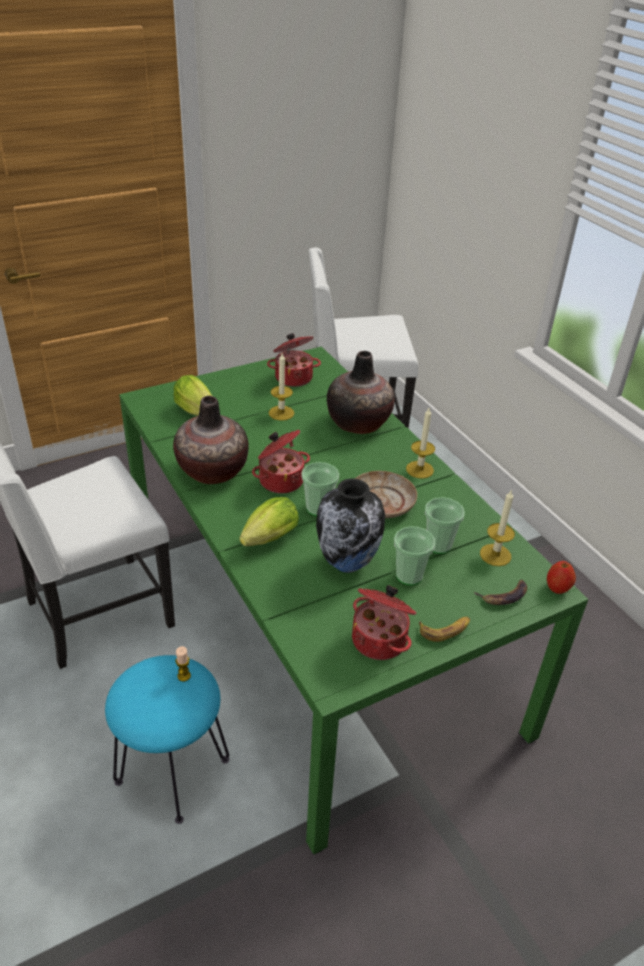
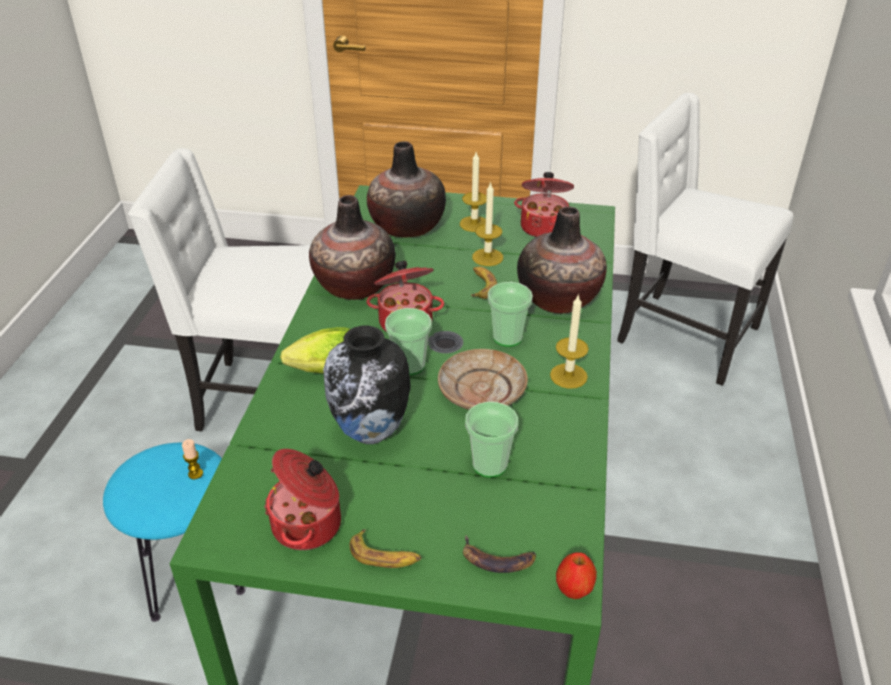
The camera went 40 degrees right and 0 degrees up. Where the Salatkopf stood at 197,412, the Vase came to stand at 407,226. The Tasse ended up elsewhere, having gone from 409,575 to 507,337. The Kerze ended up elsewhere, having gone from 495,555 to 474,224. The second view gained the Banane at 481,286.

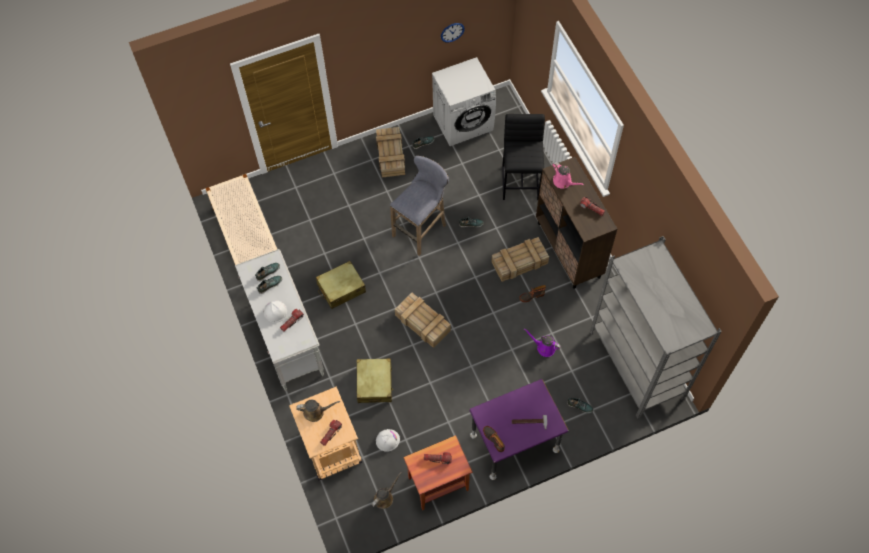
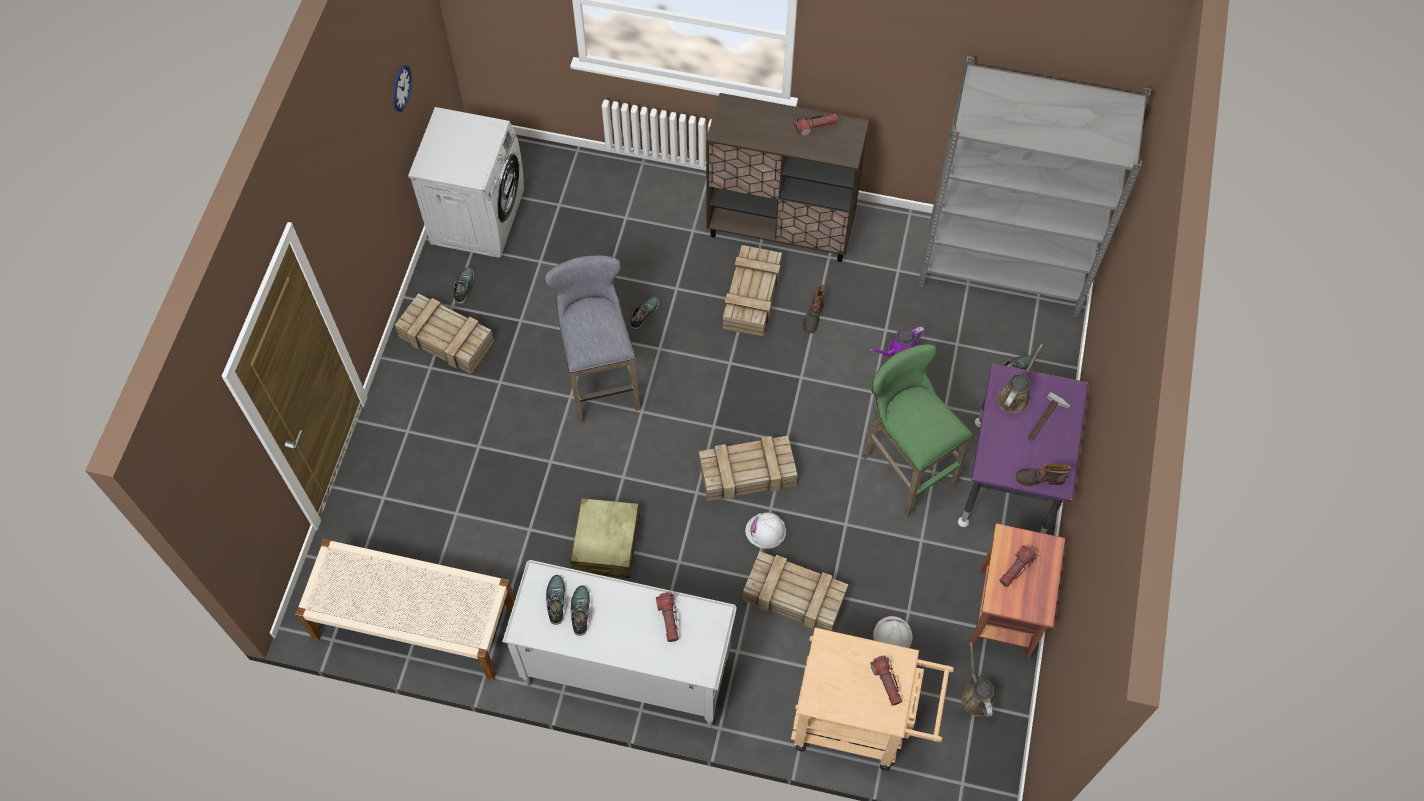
The camera went 55 degrees left and 0 degrees up. The Schutzhelm (weiß) ended up elsewhere, having gone from 275,311 to 765,531. The Gießkanne (braun) ended up elsewhere, having gone from 316,412 to 1014,396. Where the Koffer (beige) stood at 374,383, the Kiste came to stand at 792,596. The second view lost the Hocker (schwarz) at 520,181. The second view lost the Gießkanne (rosa) at 563,182. The second view gained the Hocker (grün) at 904,466.

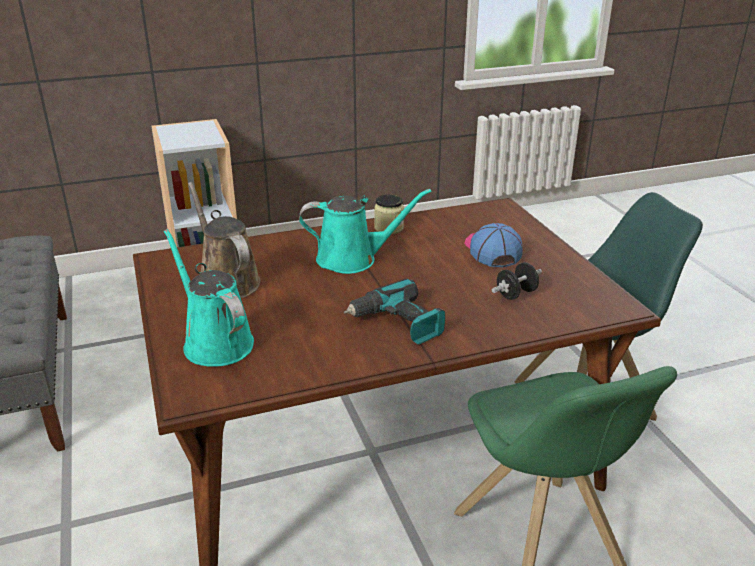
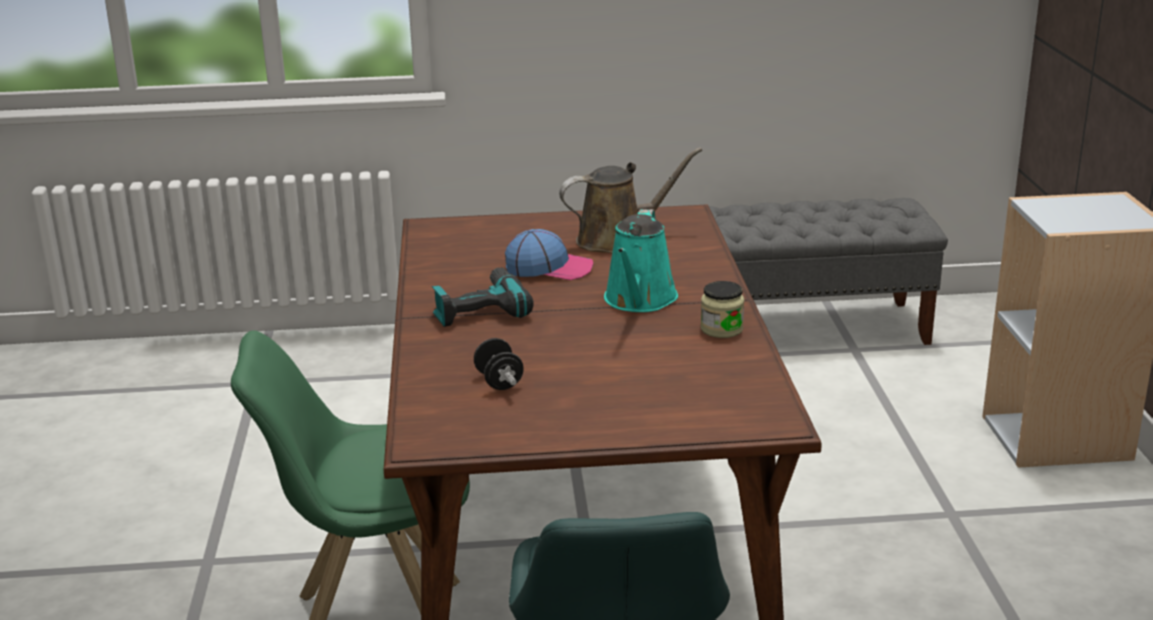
The camera went 105 degrees right and 5 degrees down. The second view lost the Gießkanne (türkis) at 215,342. The Kappe ended up elsewhere, having gone from 491,250 to 549,268.

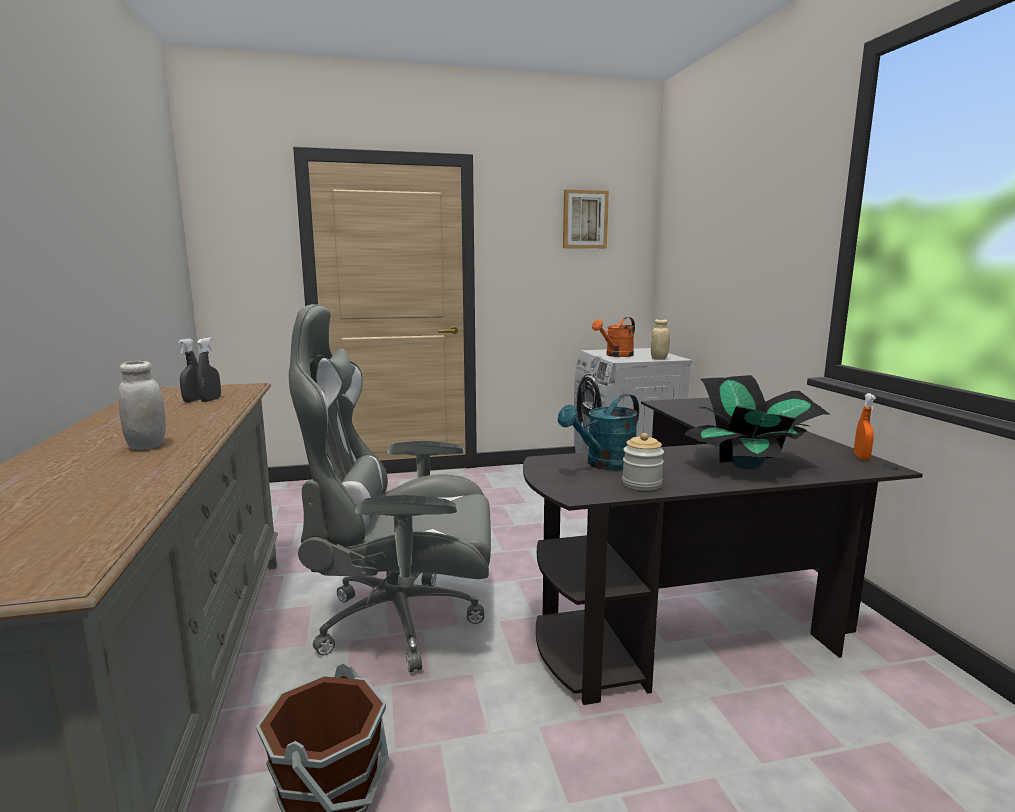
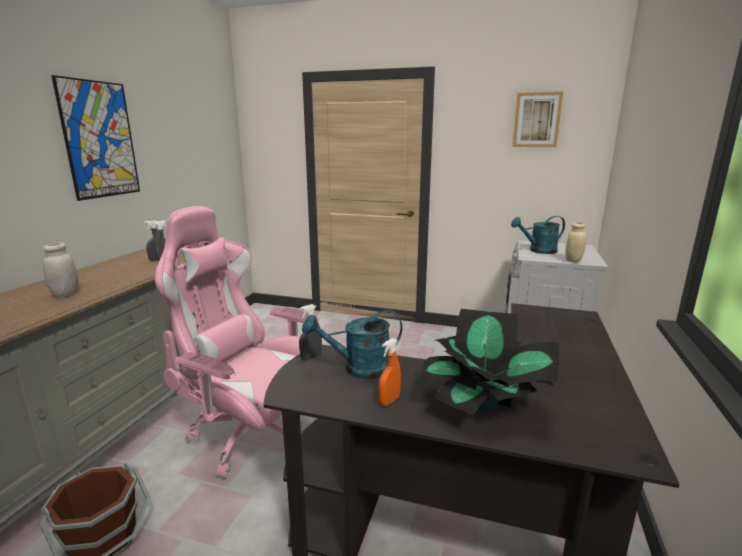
The camera went 30 degrees right and 5 degrees up. What was the Bürostuhl (grau) at 409,622 turned into the Bürostuhl (rosa) at 256,438. What was the Gießkanne (orange) at 616,355 turned into the Gießkanne (türkis) at 538,251. The second view lost the Vorratsglas at 641,484. The Sprühflasche (orange) ended up elsewhere, having gone from 861,457 to 389,401. The second view gained the Bild at 100,140. The second view gained the Sprühflasche (grau) at 311,357.

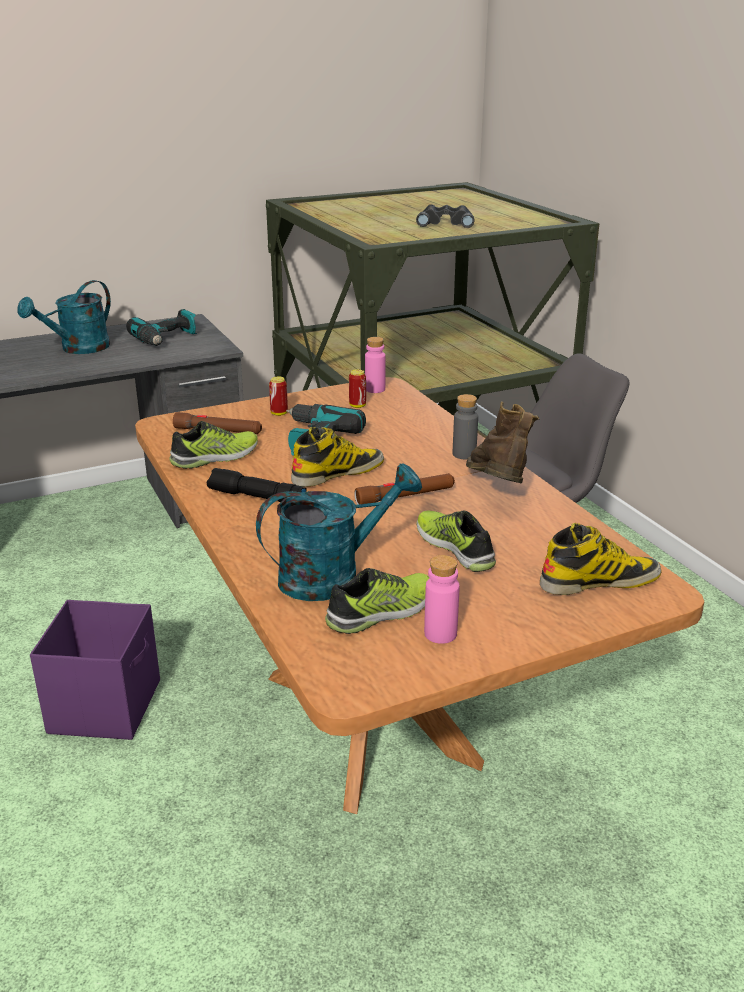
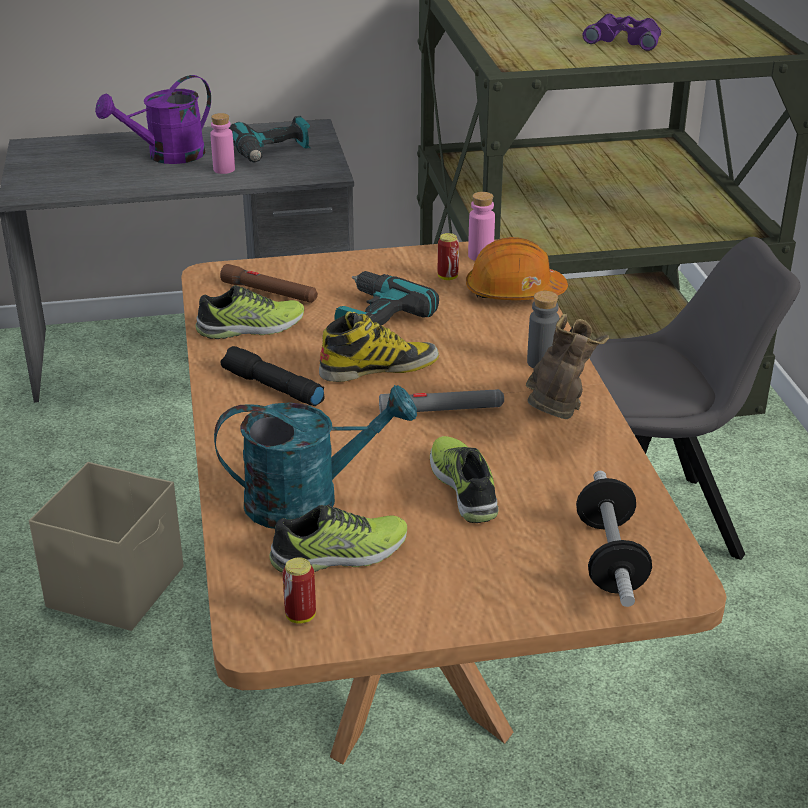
The camera went 15 degrees right and 5 degrees up. What was the Gießkanne (türkis) at 78,349 turned into the Gießkanne (lila) at 167,156. What was the Aufbewahrungsbox (lila) at 106,706 turned into the Aufbewahrungsbox (beige) at 118,587. The Dose ended up elsewhere, having gone from 279,413 to 300,616. What was the Taschenlampe (braun) at 405,496 turned into the Taschenlampe (grau) at 441,410. What was the Fernglas (schwarz) at 445,223 turned into the Fernglas (lila) at 624,40. The Flasche (rosa) ended up elsewhere, having gone from 440,634 to 224,169. Where the Stiefel stood at 599,581, the Hantel came to stand at 610,558. The second view gained the Schutzhelm (orange) at 514,292.

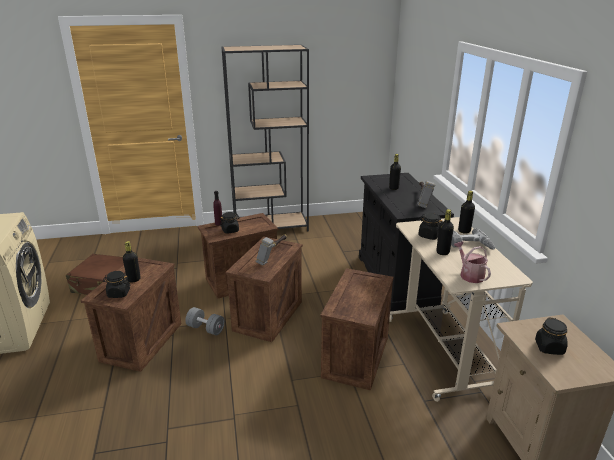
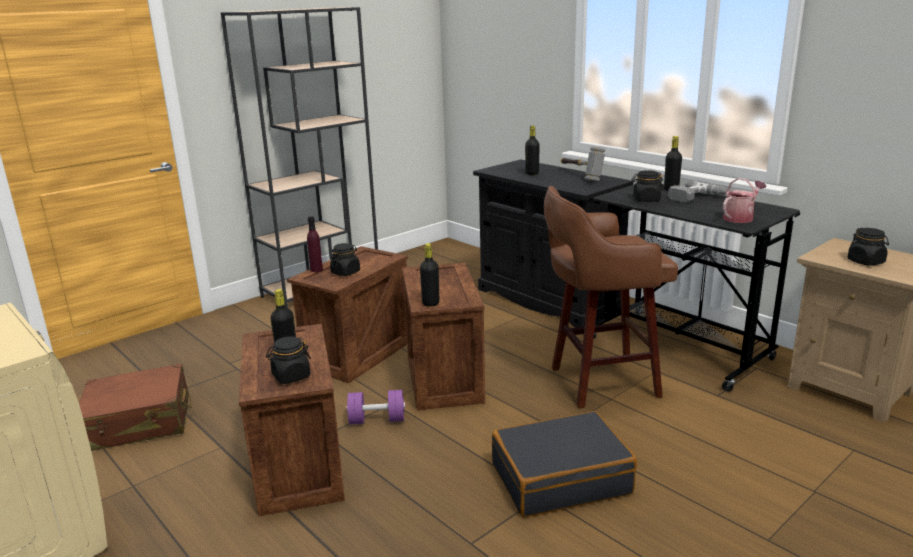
The camera went 30 degrees left and 5 degrees down. What was the Hantel (grau) at 206,329 turned into the Hantel (lila) at 377,420. The second view lost the Hammer at 273,254. Where the Kiste stood at 355,356, the Hocker (braun) came to stand at 599,383. What was the Schreibtisch (beige) at 442,352 turned into the Schreibtisch (schwarz) at 679,348. The Flasche (schwarz) ended up elsewhere, having gone from 442,252 to 430,303. The Gießkanne at 469,275 ended up facing another way, 105 degrees clockwise from before. The second view gained the Koffer (schwarz) at 560,478.

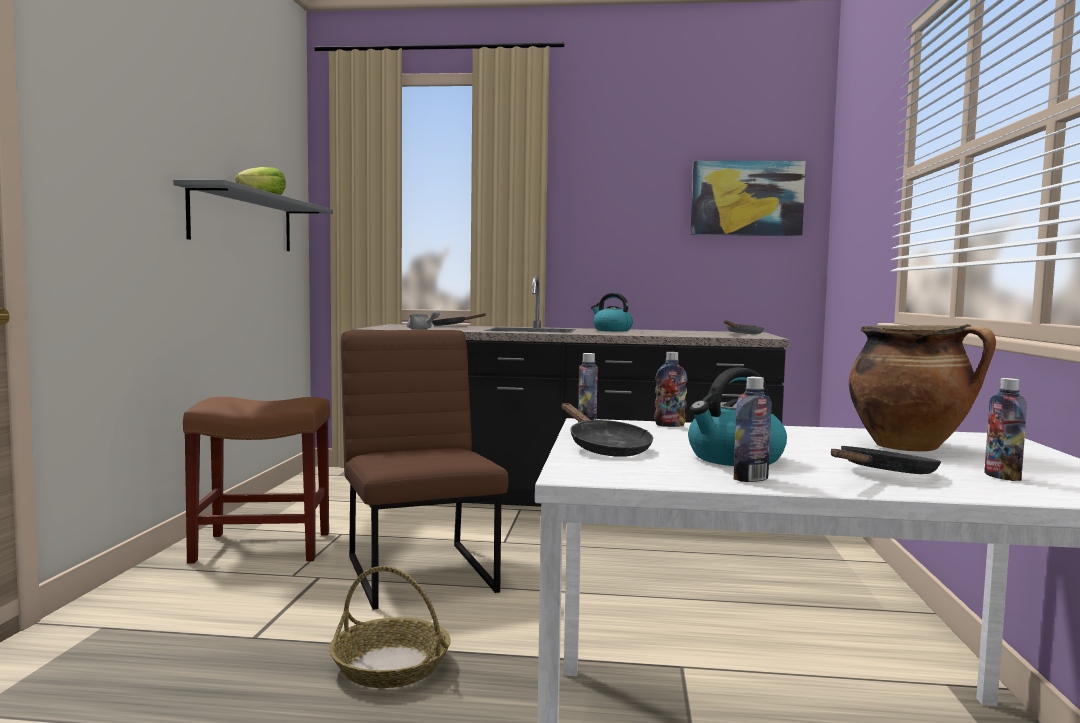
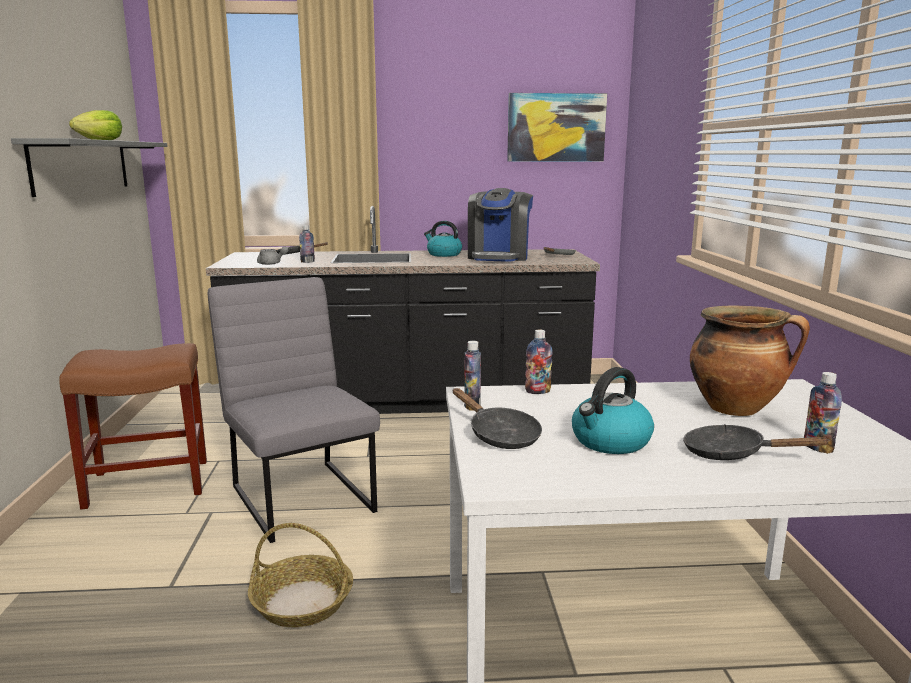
The camera went 10 degrees left and 10 degrees up. What was the Stuhl (braun) at 420,571 turned into the Stuhl (grau) at 302,496. The Flasche ended up elsewhere, having gone from 750,479 to 307,262. The Pfanne (schwarz) at 883,474 ended up facing another way, 105 degrees counterclockwise from before. The second view gained the Kaffeemaschine at 499,257.

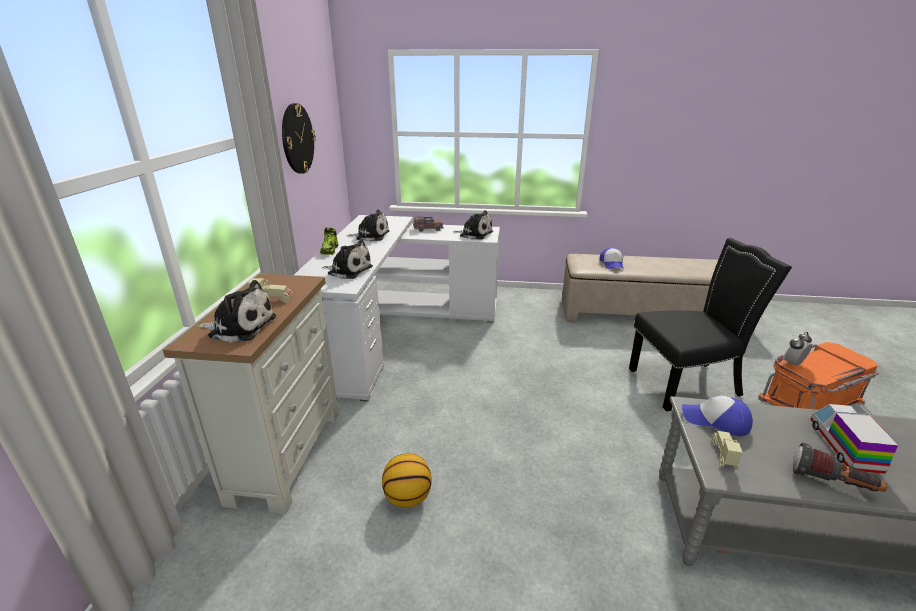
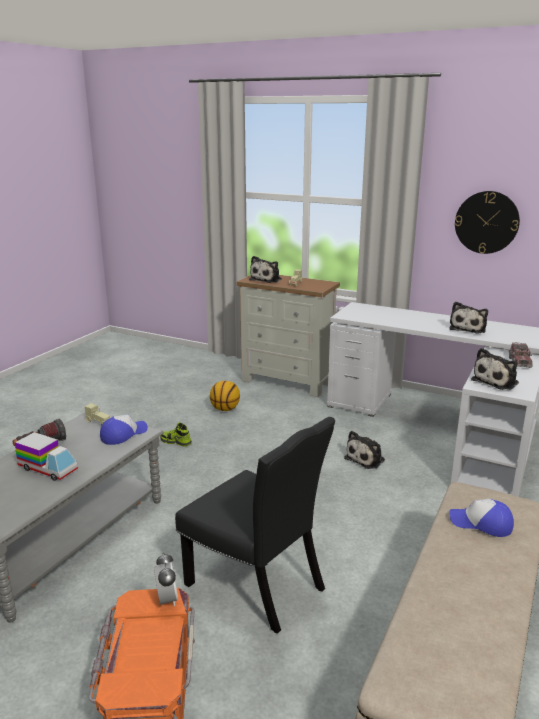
The camera went 110 degrees right and 5 degrees down. The Schuh ended up elsewhere, having gone from 330,250 to 175,442. The Plüschtier ended up elsewhere, having gone from 348,270 to 366,459. The Stuhl (schwarz) at 683,384 ended up facing another way, 60 degrees counterclockwise from before.

